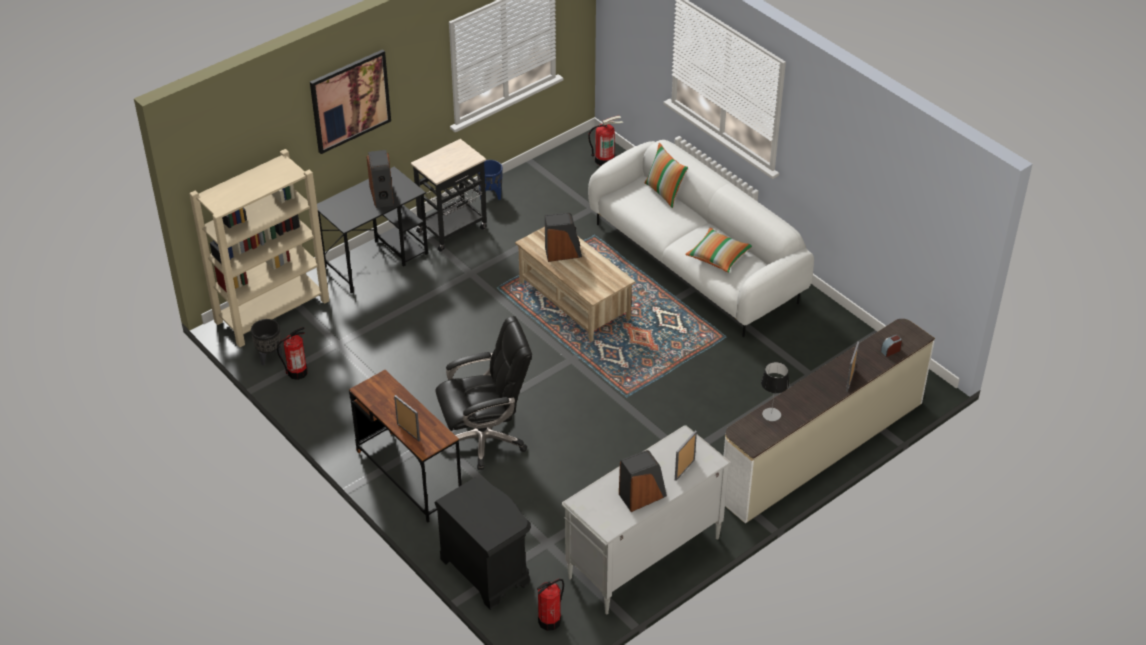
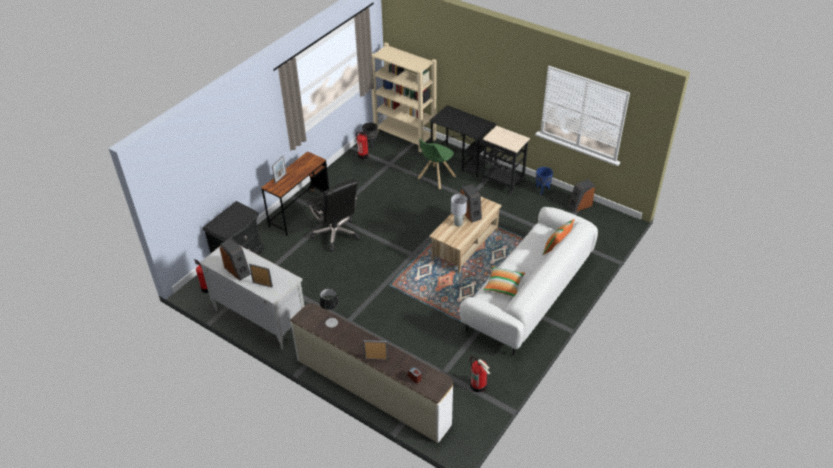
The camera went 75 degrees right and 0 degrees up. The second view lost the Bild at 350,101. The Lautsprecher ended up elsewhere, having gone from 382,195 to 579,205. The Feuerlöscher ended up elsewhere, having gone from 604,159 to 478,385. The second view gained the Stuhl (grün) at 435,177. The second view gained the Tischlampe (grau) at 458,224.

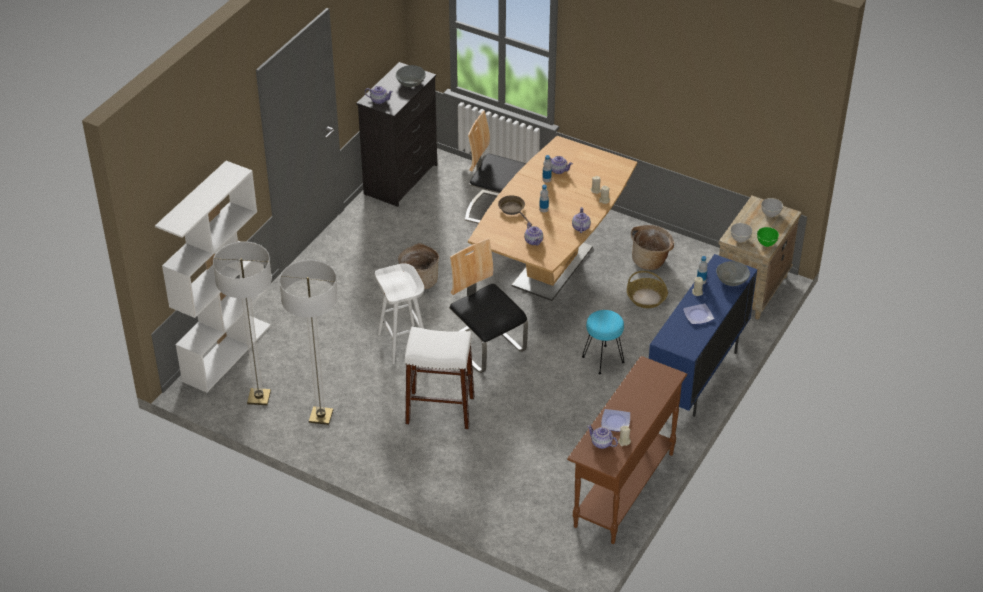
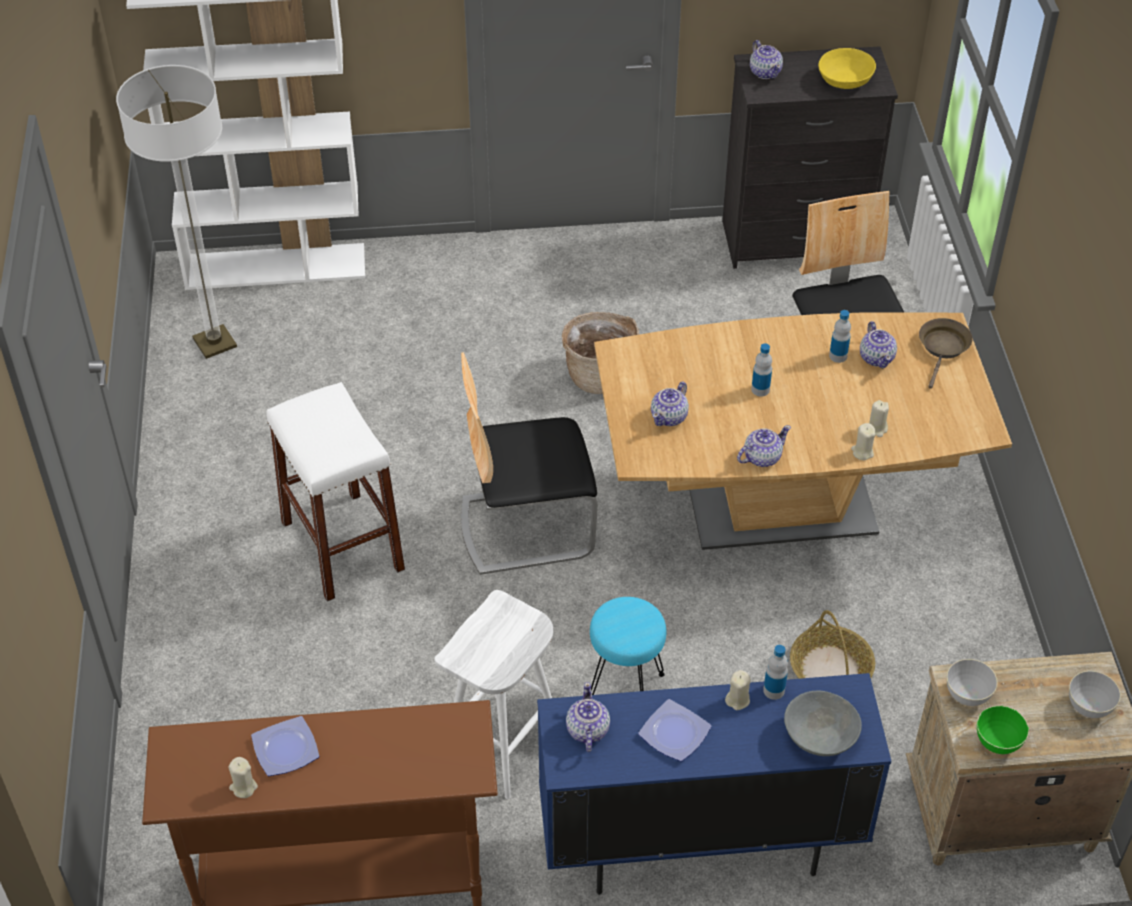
The camera went 55 degrees right and 5 degrees up. The second view lost the Stehlampe at 321,416. The Hocker (weiß) ended up elsewhere, having gone from 404,344 to 502,747. What was the Schüssel (grau) at 410,82 turned into the Schüssel (gelb) at 845,81. The Stuhl at 486,346 ended up facing another way, 120 degrees counterclockwise from before. The Pfanne (braun) ended up elsewhere, having gone from 513,209 to 943,348. The Teekanne ended up elsewhere, having gone from 601,443 to 587,730. The second view lost the Korb at 650,260.

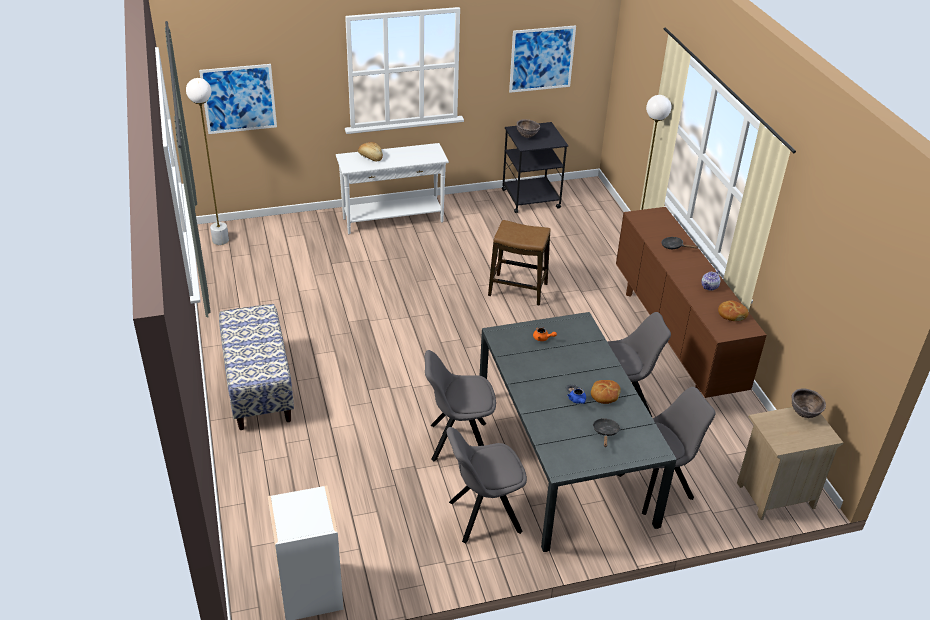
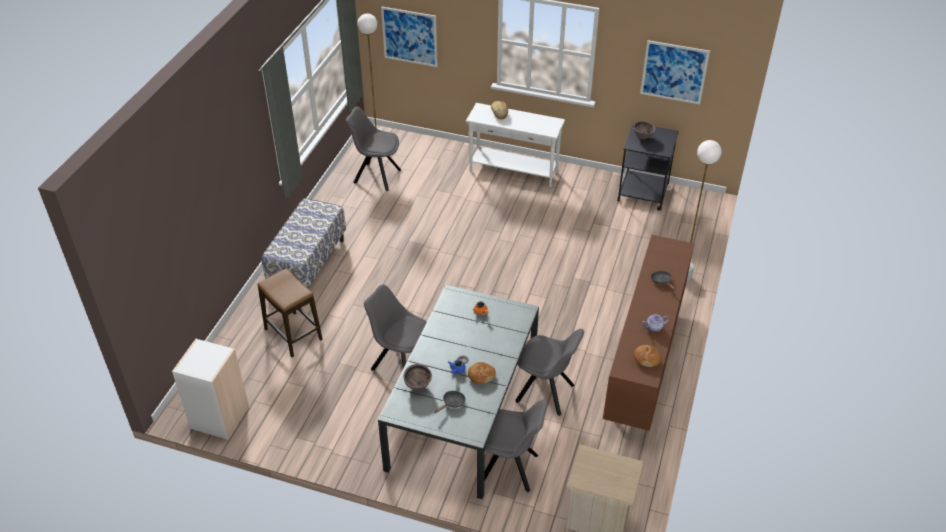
The camera went 35 degrees right and 5 degrees up. The Stuhl (grau) ended up elsewhere, having gone from 484,516 to 376,176. The Hocker ended up elsewhere, having gone from 517,290 to 293,334. The Schüssel (braun) ended up elsewhere, having gone from 804,414 to 418,386.

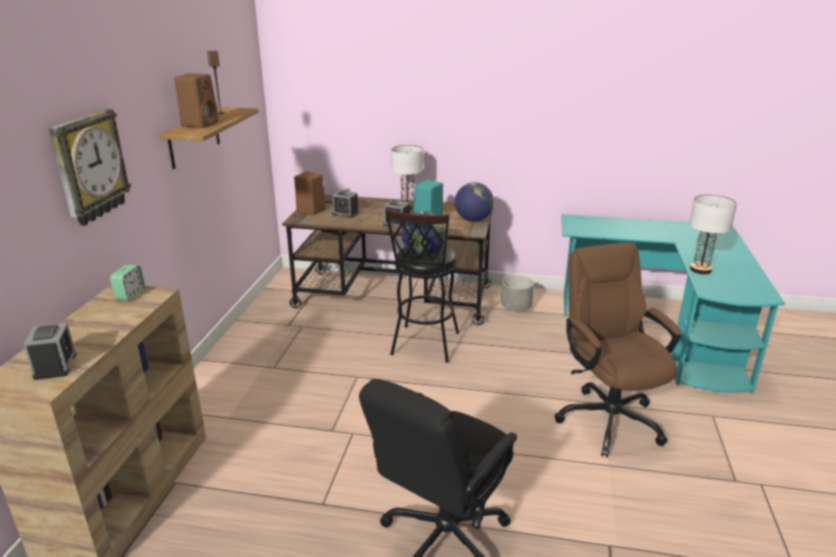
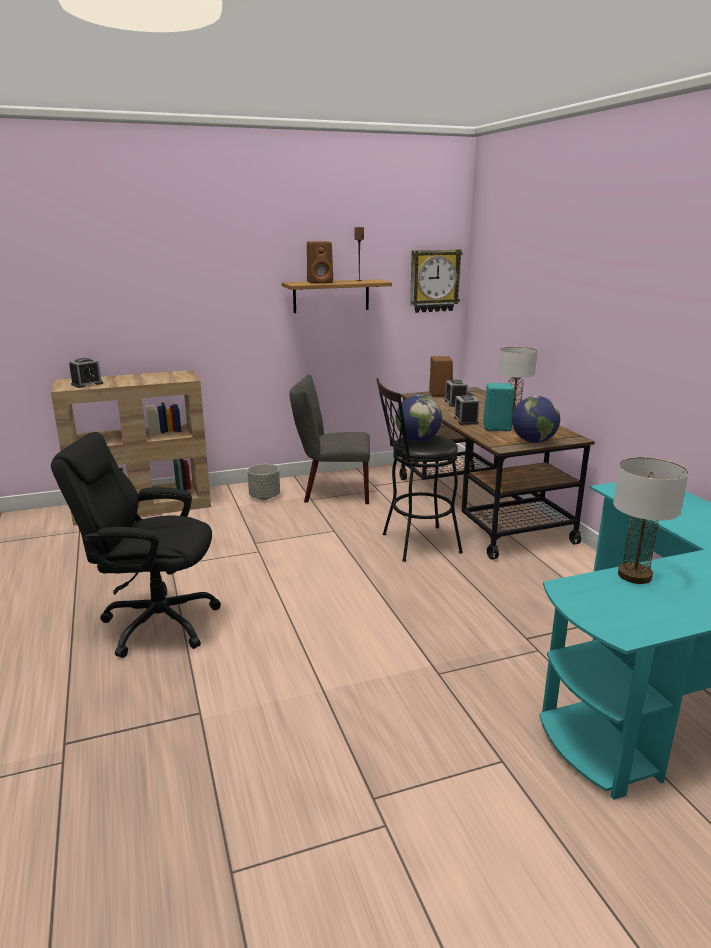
The camera went 60 degrees right and 5 degrees down. The Wanduhr ended up elsewhere, having gone from 89,167 to 434,281. The second view lost the Wecker at 130,295. The Pflanzkübel (grau) ended up elsewhere, having gone from 515,307 to 264,496. The second view lost the Bürostuhl (braun) at 606,419. The second view gained the Stuhl (grau) at 332,492.

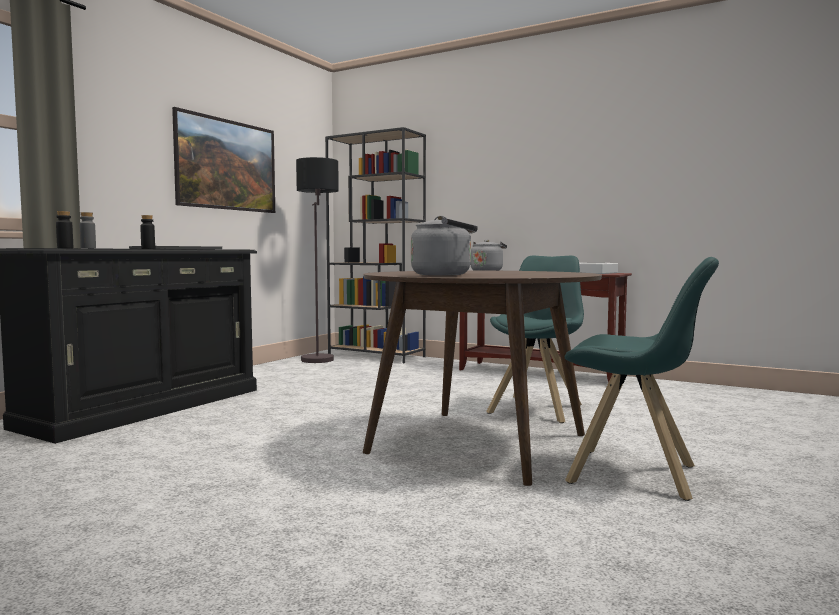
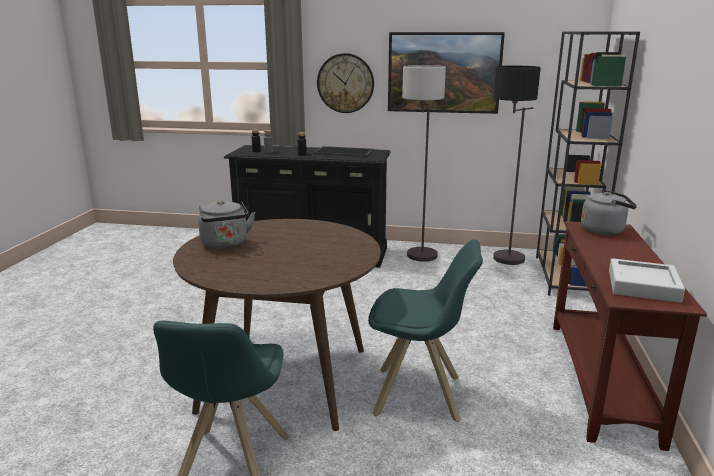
The camera went 70 degrees right and 15 degrees up. The second view gained the Wanduhr at 345,83. The second view gained the Stehlampe (grau) at 418,259.

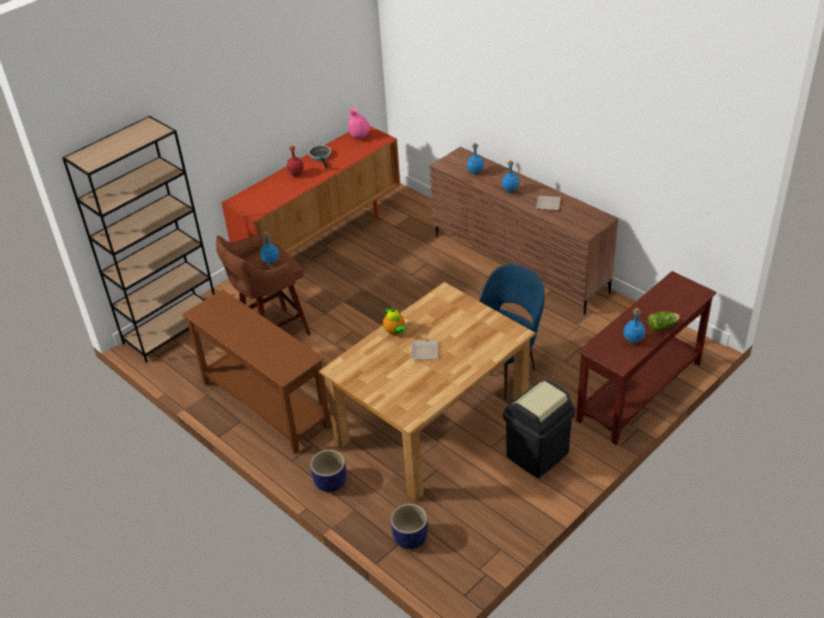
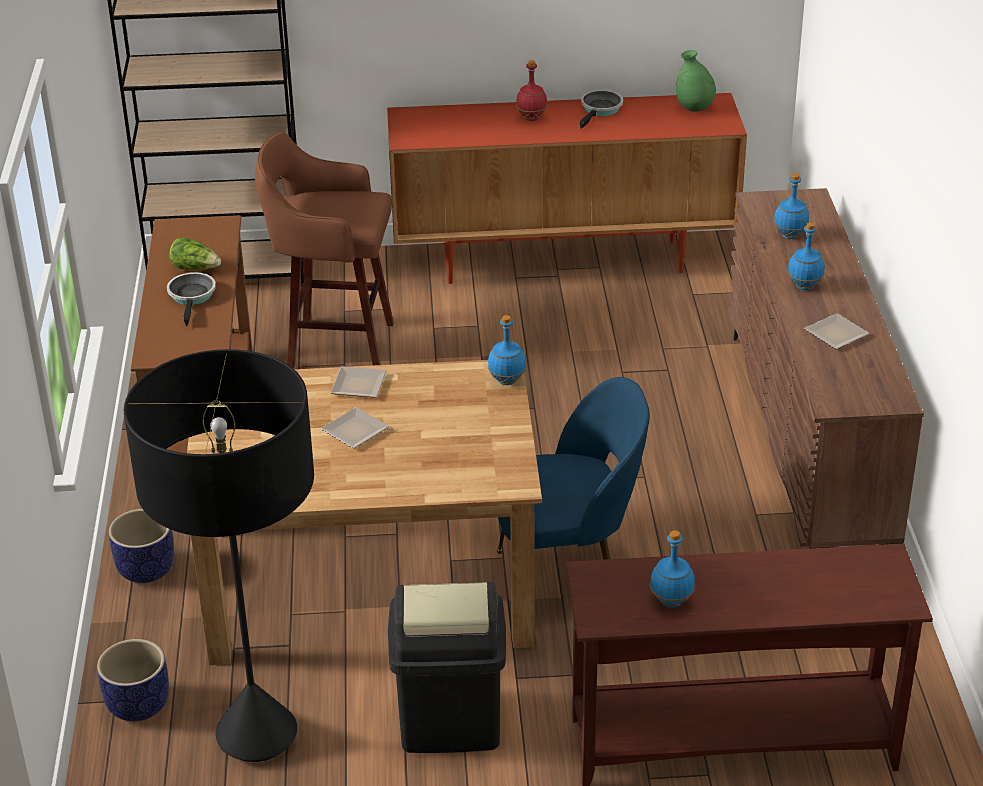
The camera went 40 degrees right and 5 degrees down. The Flasche (blau) ended up elsewhere, having gone from 271,263 to 507,381. What was the Vase (rosa) at 359,137 turned into the Vase (grün) at 694,109. Where the Teekanne stood at 395,332, the Teller came to stand at 357,384. The Salatkopf ended up elsewhere, having gone from 661,327 to 196,268. The second view gained the Stehlampe (schwarz) at 257,739. The second view gained the Pfanne at 192,297.

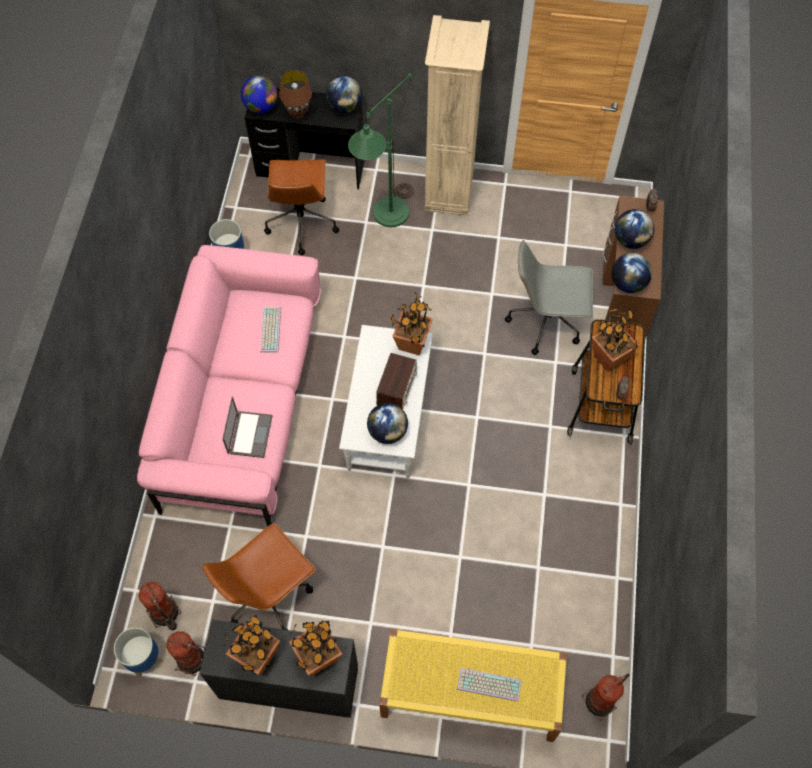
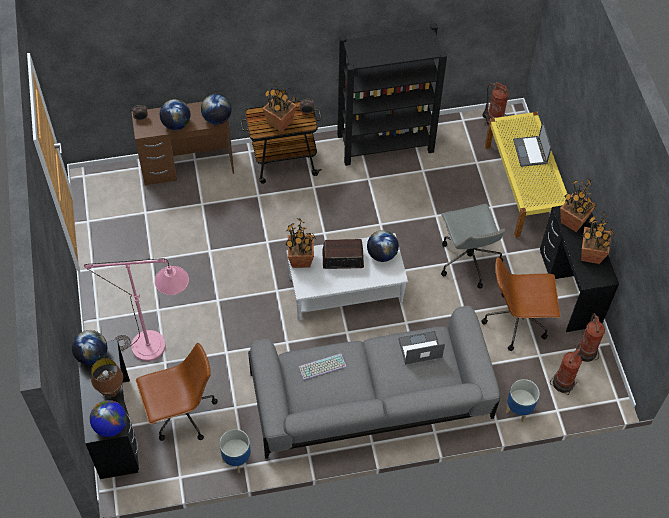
The camera went 110 degrees left and 5 degrees down. The Pflanzkübel ended up elsewhere, having gone from 144,658 to 518,410. What was the Sofa (rosa) at 240,396 turned into the Sofa (grau) at 371,399. The Bürostuhl (braun) at 269,594 ended up facing another way, 150 degrees clockwise from before. What was the Stehlampe (grün) at 386,220 turned into the Stehlampe (rosa) at 158,347. The second view lost the Schrank (beige) at 449,192. Where the Tastatur stood at 488,685, the Laptop came to stand at 530,152. The Bürostuhl (grau) ended up elsewhere, having gone from 546,322 to 468,260. The second view gained the Bücherregal (schwarz) at 385,143.

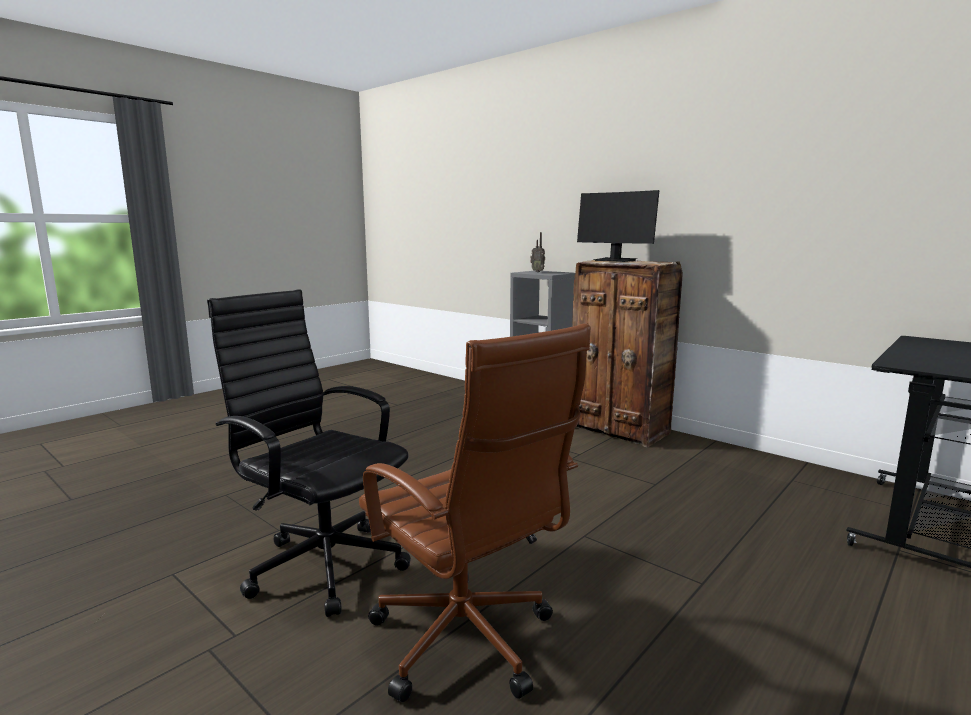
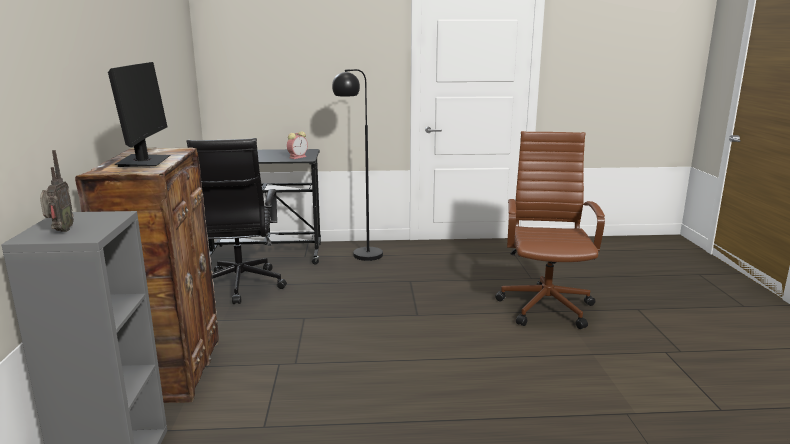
The camera went 135 degrees left and 5 degrees up. The Bürostuhl (schwarz) ended up elsewhere, having gone from 321,564 to 240,287. The second view gained the Wecker at 298,157. The second view gained the Stehlampe (schwarz) at 361,258.

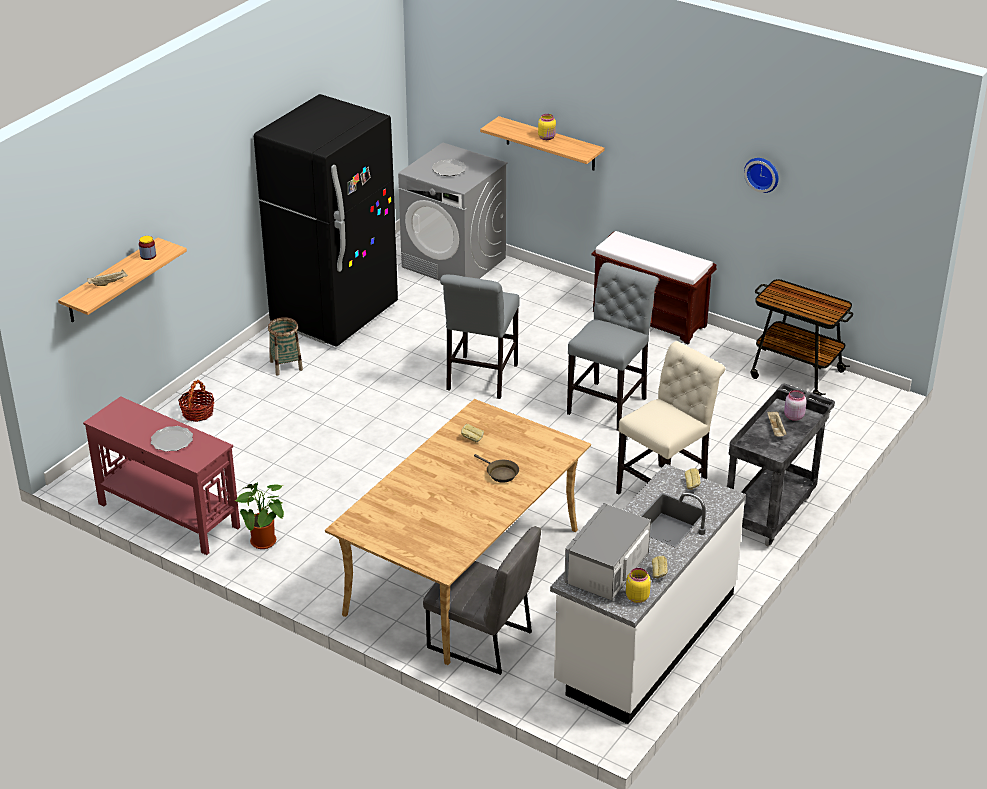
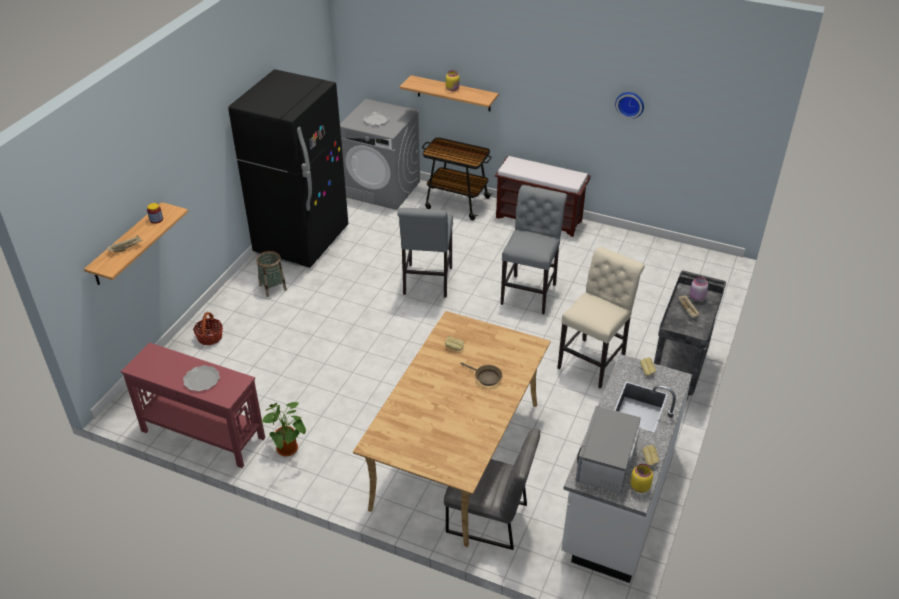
The camera went 10 degrees left and 5 degrees up. The Rollwagen ended up elsewhere, having gone from 795,374 to 456,203.

